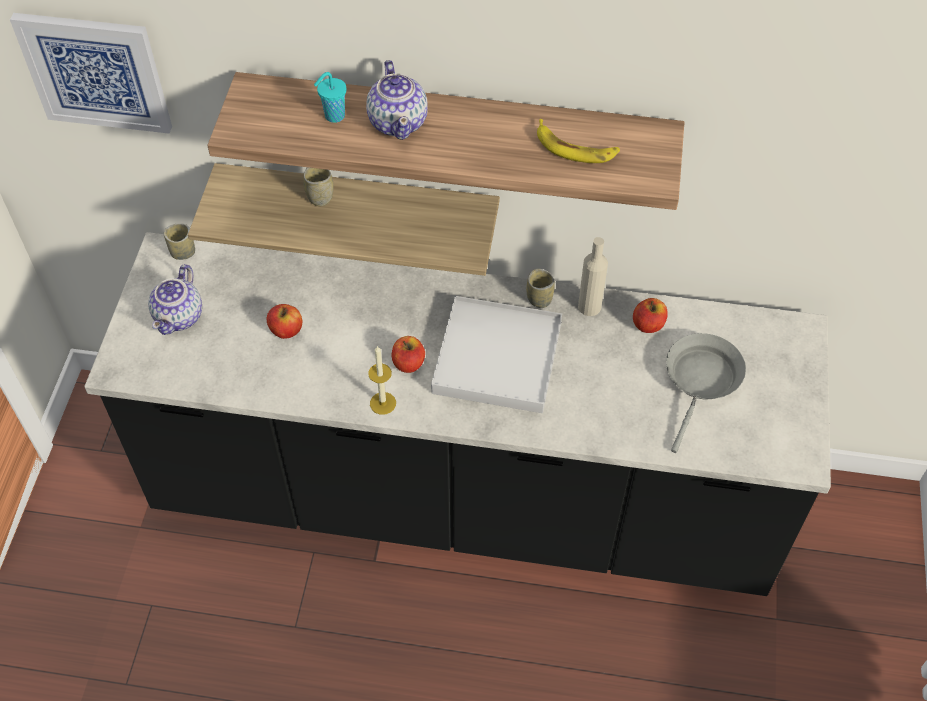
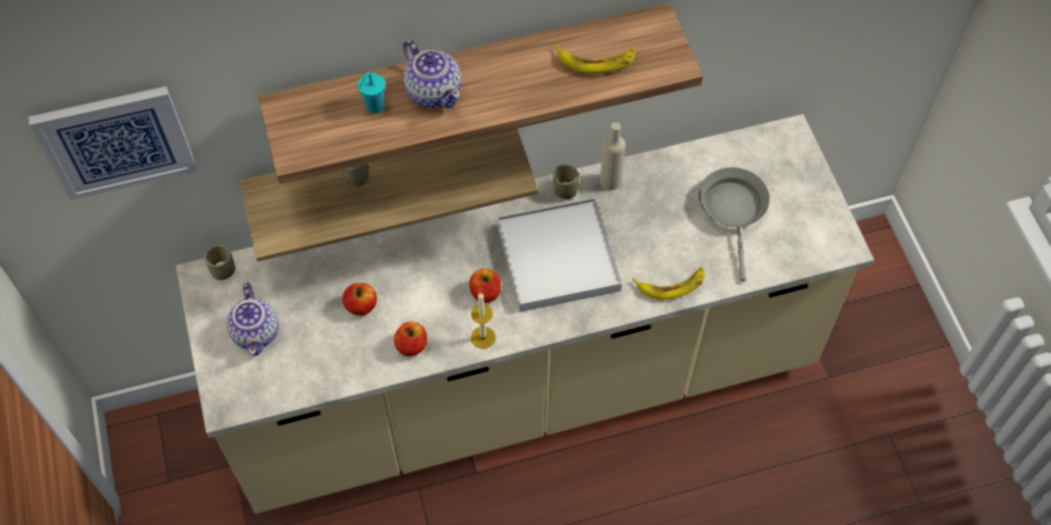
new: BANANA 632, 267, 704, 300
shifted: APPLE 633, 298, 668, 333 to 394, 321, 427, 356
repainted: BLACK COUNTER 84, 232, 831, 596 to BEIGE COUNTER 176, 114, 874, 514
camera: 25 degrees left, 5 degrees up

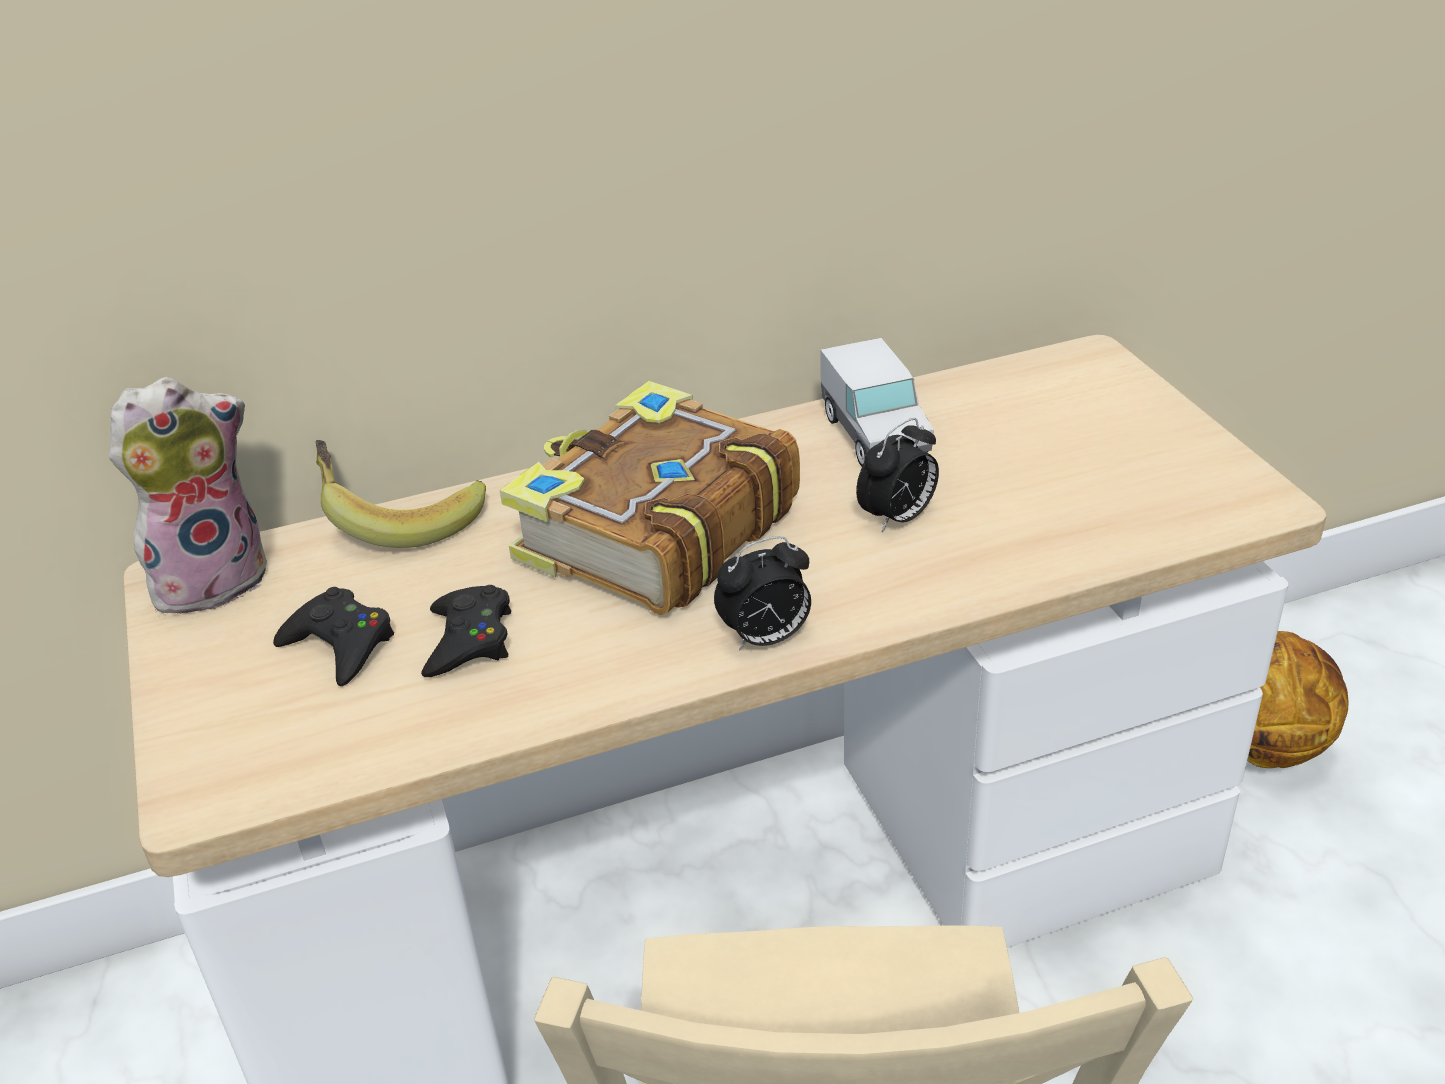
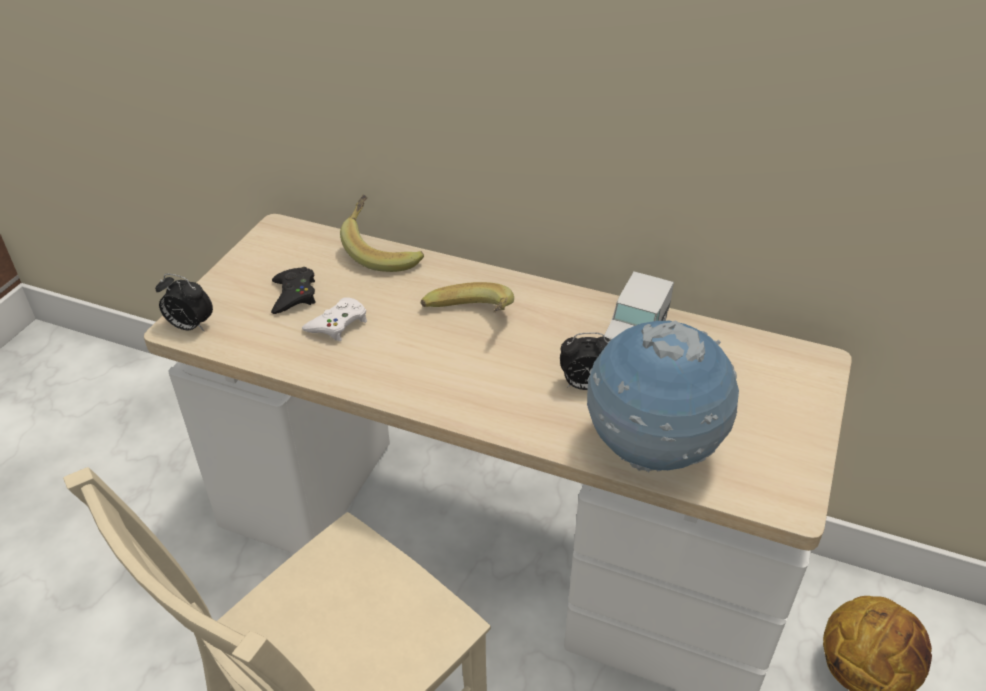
gone: PLUSH TOY 109, 377, 267, 618
new: GLOBE 587, 320, 739, 472
shifted: ALARM CLOCK 714, 536, 811, 651 to 155, 274, 213, 331
swapped: BOOK 500, 381, 800, 615 to BANANA 421, 282, 514, 313
repainted: BLACK GAME CONTROLLER 421, 585, 511, 677 to WHITE GAME CONTROLLER 302, 297, 367, 341
camera: 40 degrees right, 5 degrees up

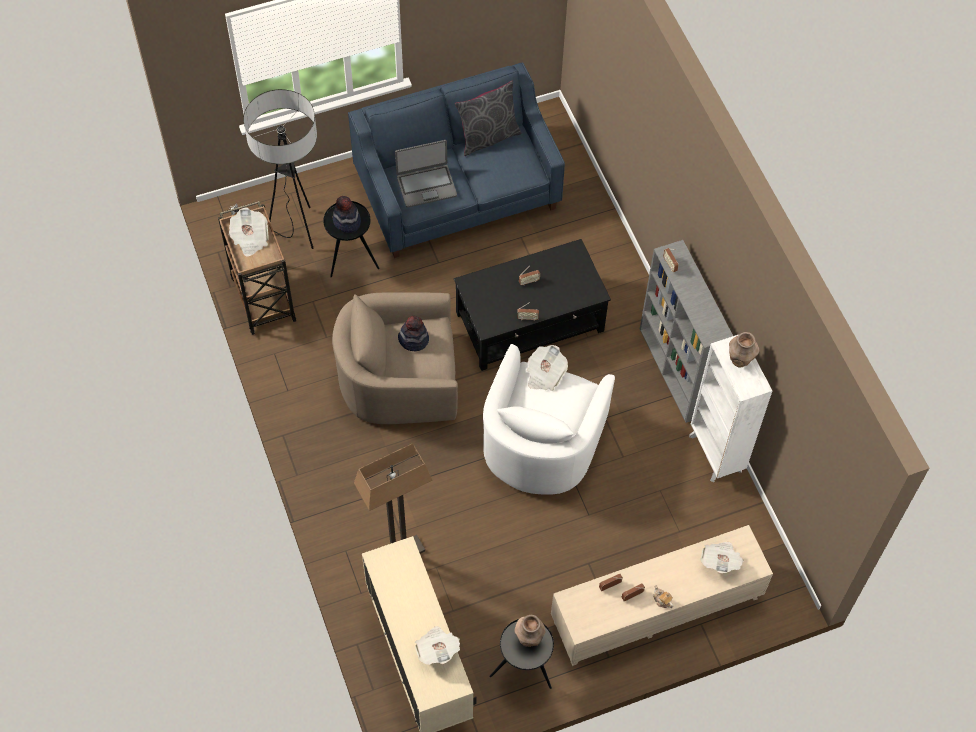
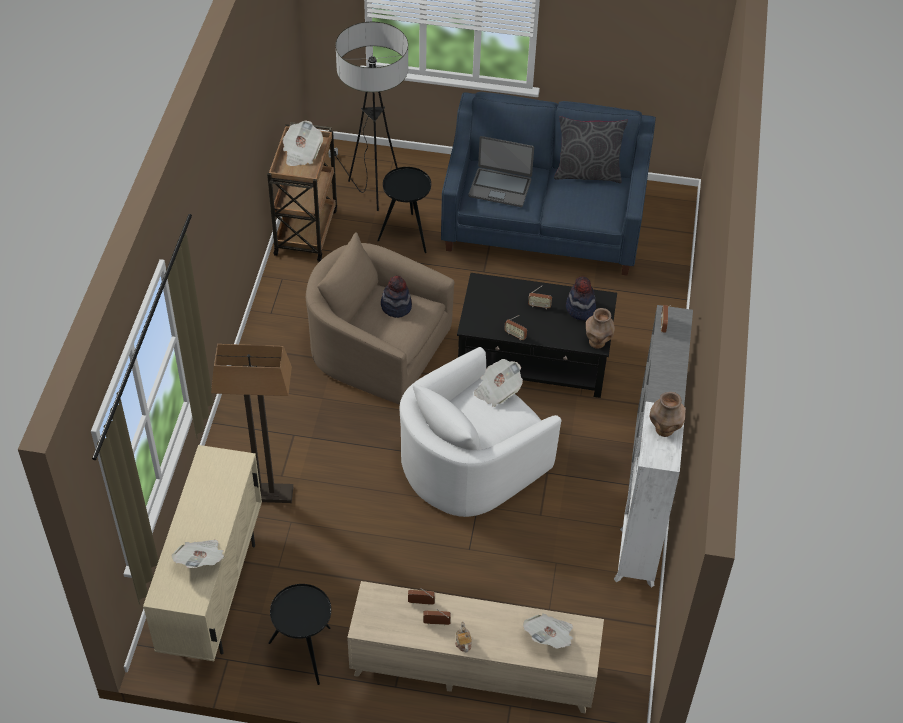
shifted: HAT 333, 196, 361, 233 to 566, 276, 596, 321; BROWN VASE 514, 615, 545, 647 to 586, 308, 615, 349
camera: 30 degrees right, 10 degrees down

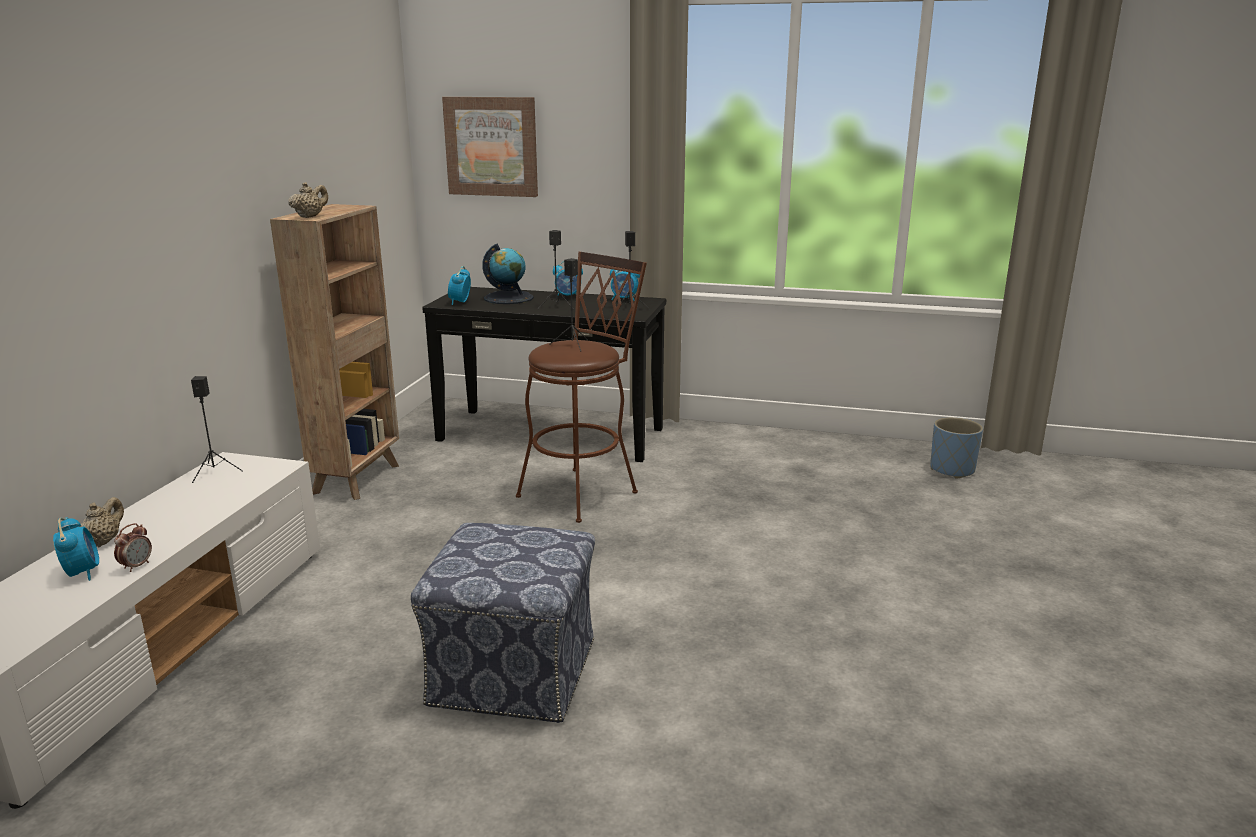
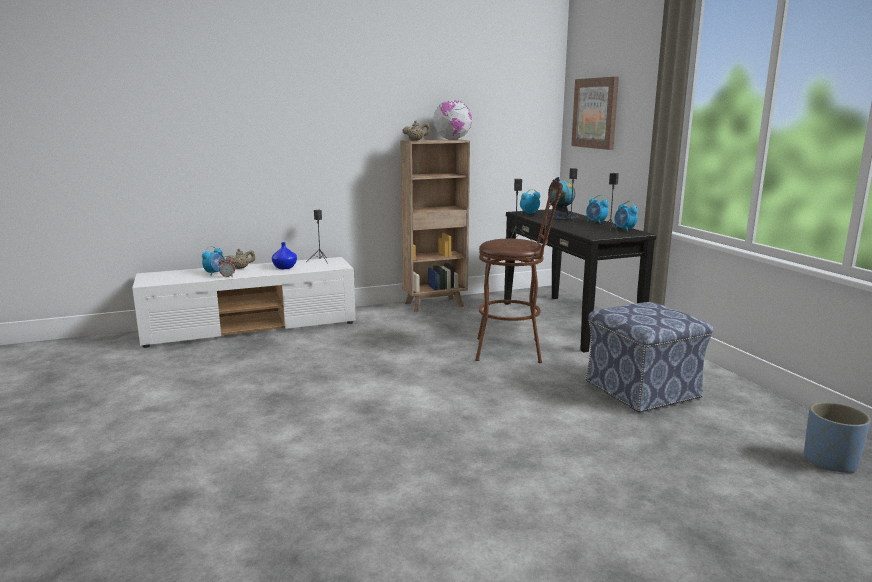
new: BLUE VASE 272, 242, 297, 269; GLOBE 434, 100, 472, 140
shifted: OTTOMAN 411, 523, 595, 723 to 585, 302, 713, 413
camera: 55 degrees right, 5 degrees down

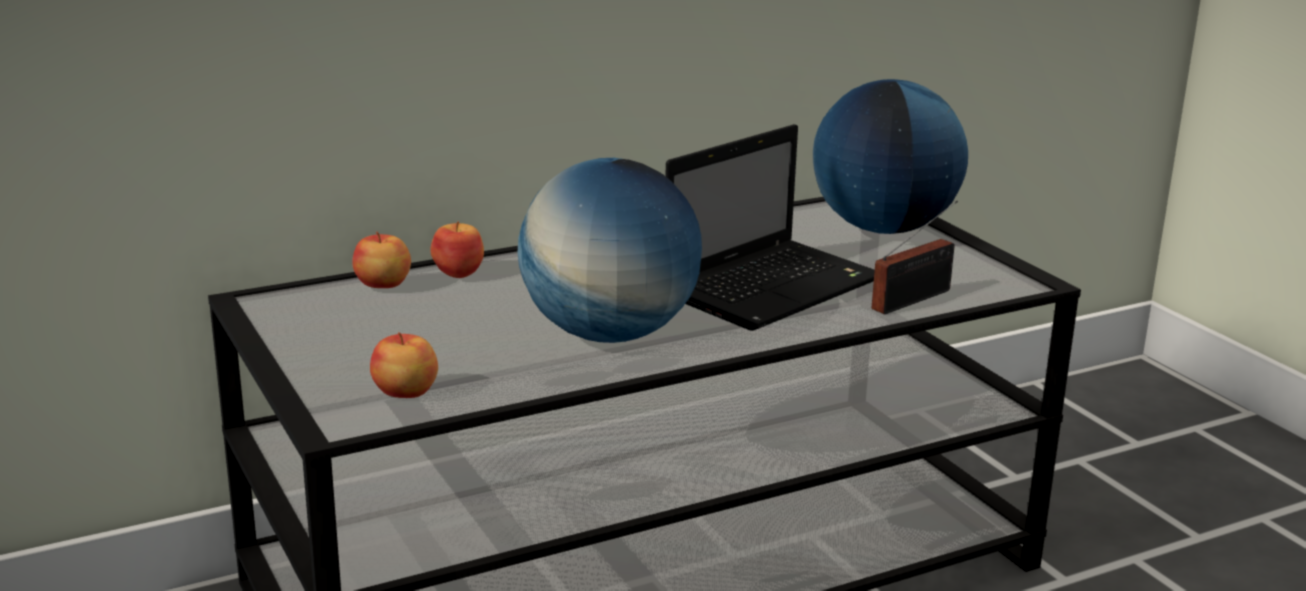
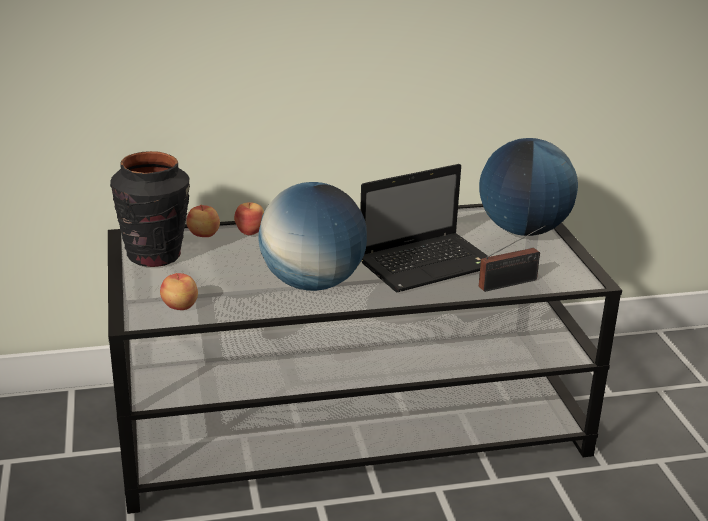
new: BLACK VASE 110, 151, 190, 267
camera: 15 degrees right, 5 degrees up

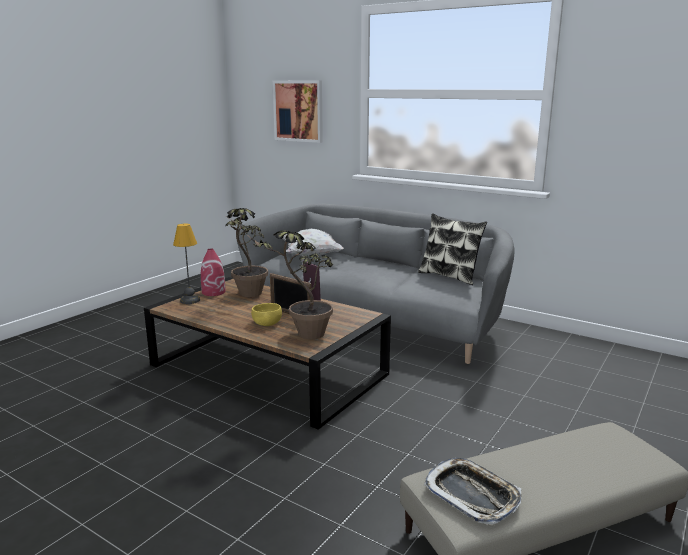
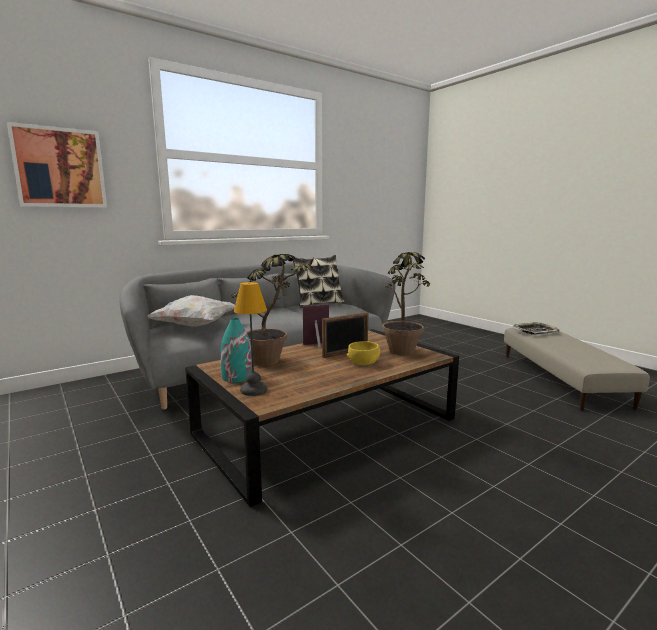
shifted: TRAY 424, 458, 521, 525 to 513, 322, 559, 335
repainted: RED VASE 201, 248, 226, 296 to TURQUOISE VASE 221, 318, 252, 383
camera: 70 degrees left, 5 degrees down

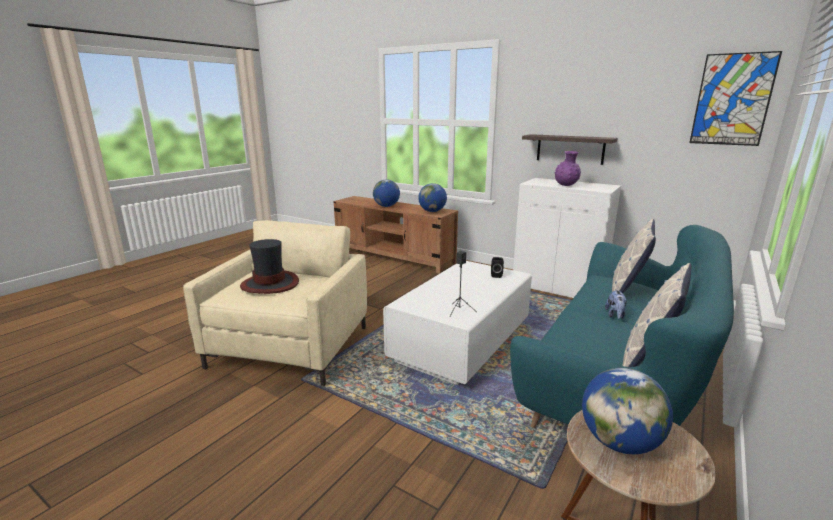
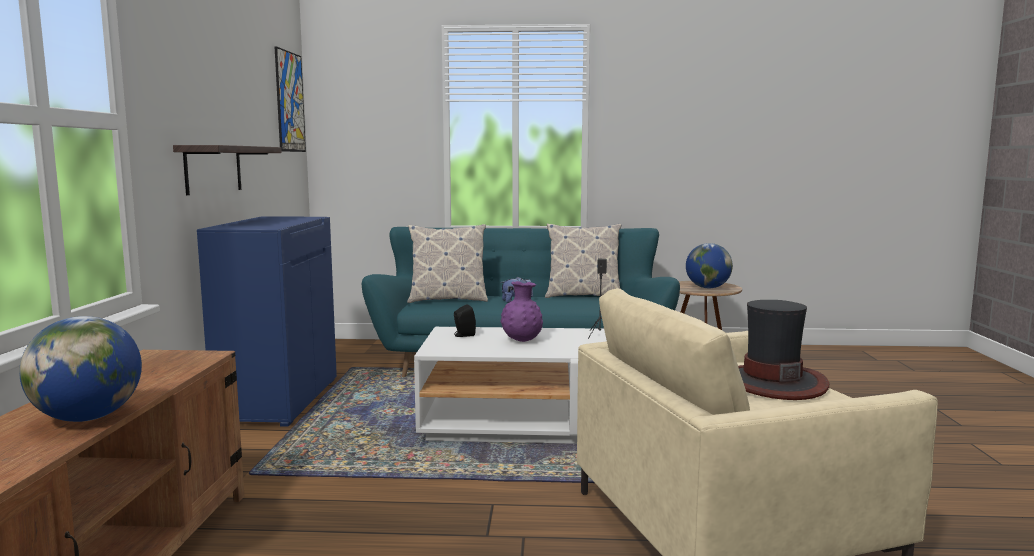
gone: GLOBE 418, 183, 447, 212
shifted: PURPLE VASE 555, 151, 581, 186 to 500, 281, 543, 342
repainted: WHITE CABINET 513, 178, 621, 298 to BLUE CABINET 197, 216, 337, 427
camera: 120 degrees left, 10 degrees down

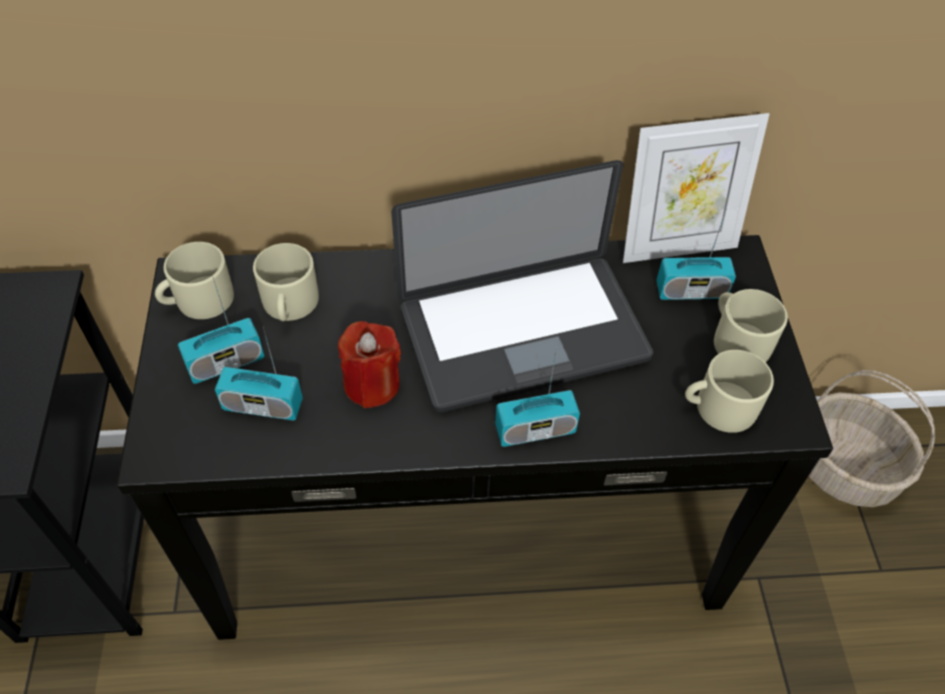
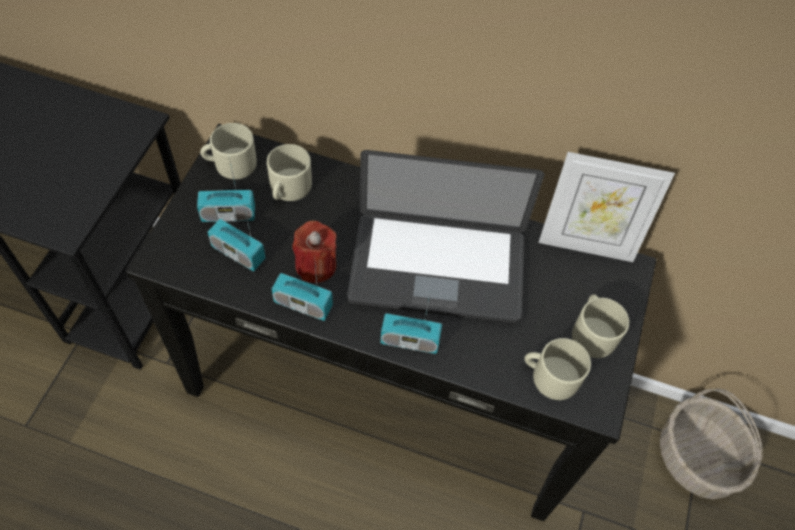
shifted: RADIO 656, 208, 736, 300 to 272, 255, 333, 321
camera: 20 degrees right, 5 degrees up

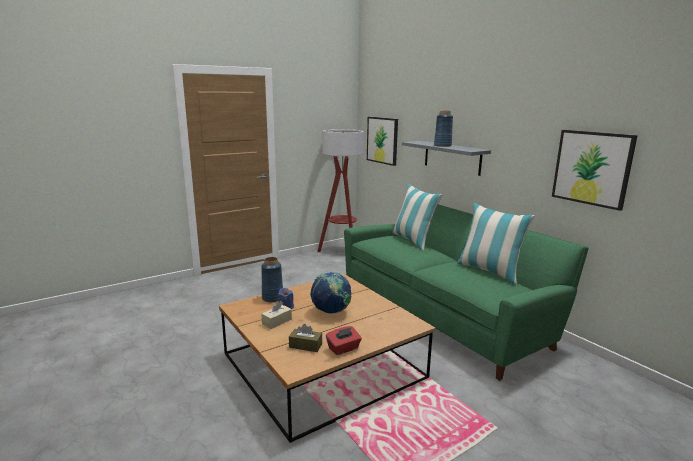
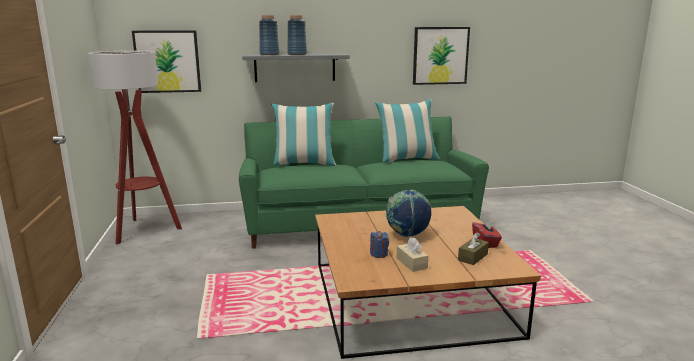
shifted: BLUE VASE 261, 257, 283, 302 to 259, 15, 279, 55
camera: 65 degrees left, 0 degrees up

